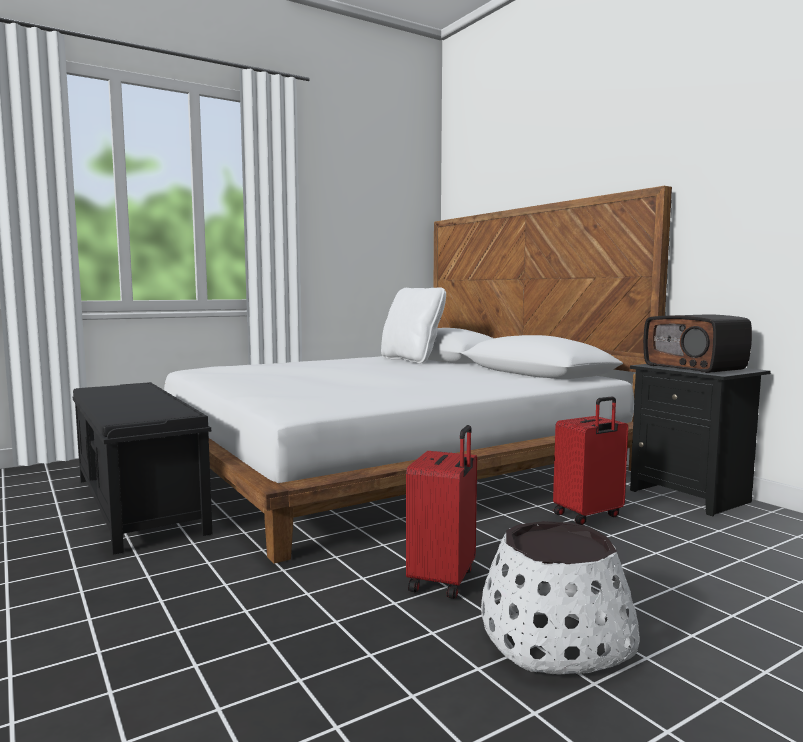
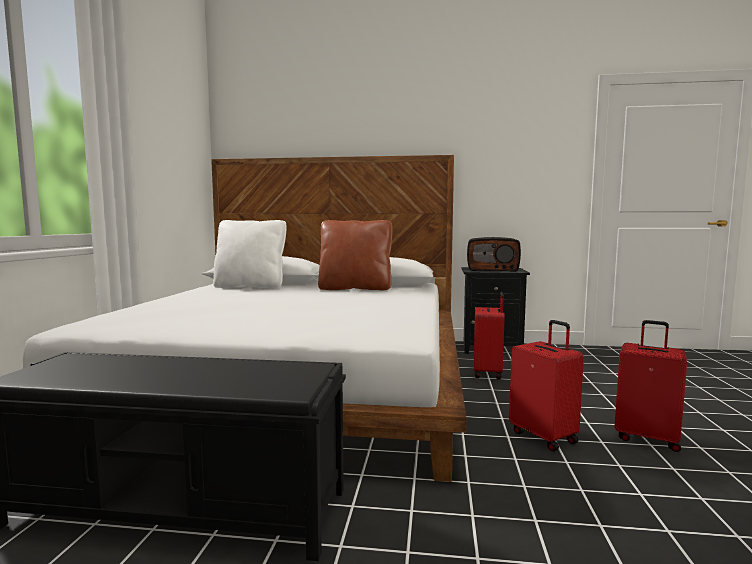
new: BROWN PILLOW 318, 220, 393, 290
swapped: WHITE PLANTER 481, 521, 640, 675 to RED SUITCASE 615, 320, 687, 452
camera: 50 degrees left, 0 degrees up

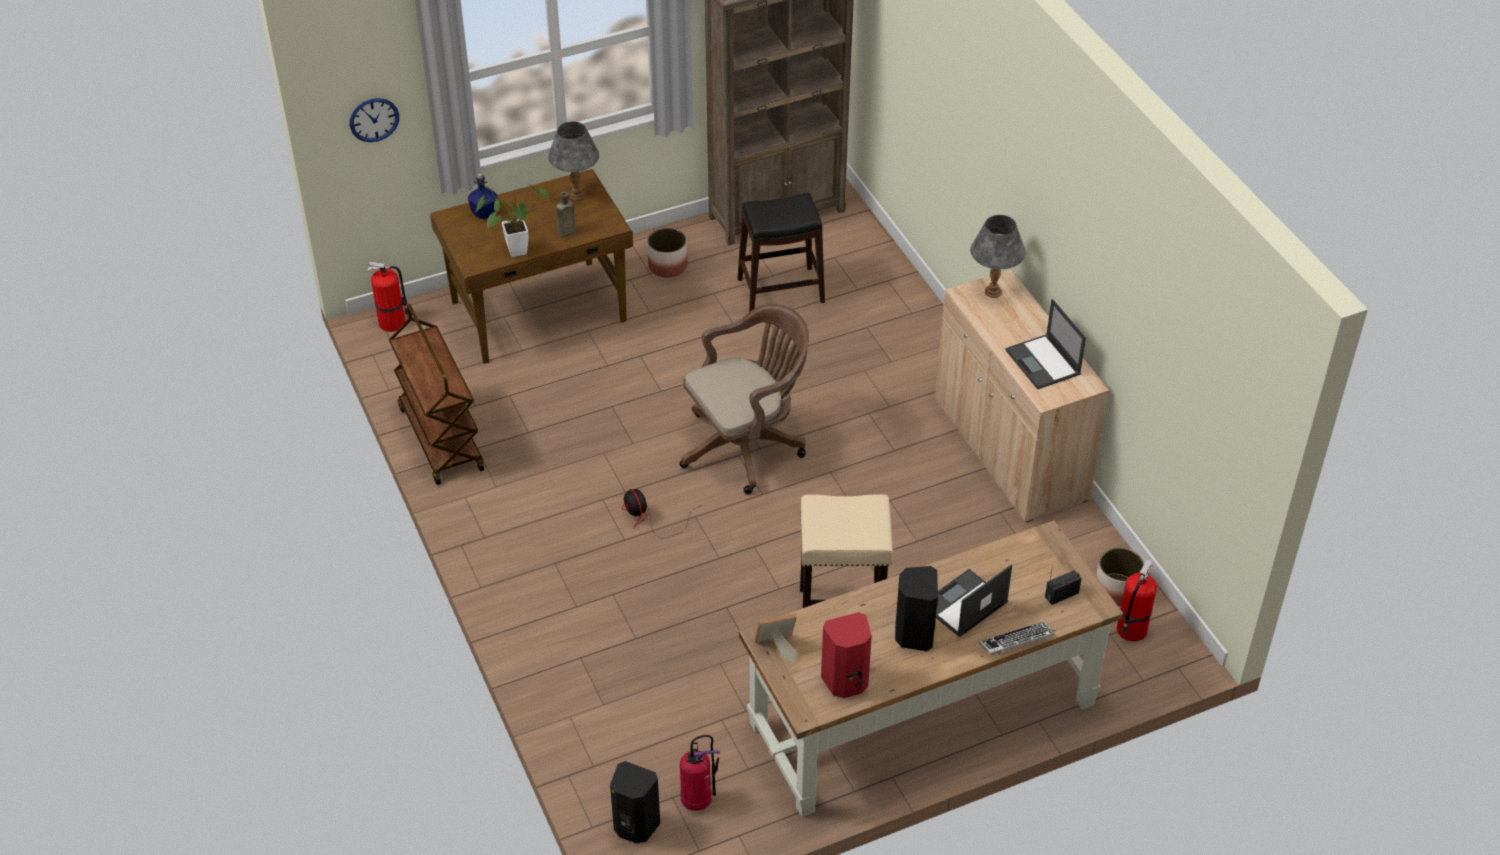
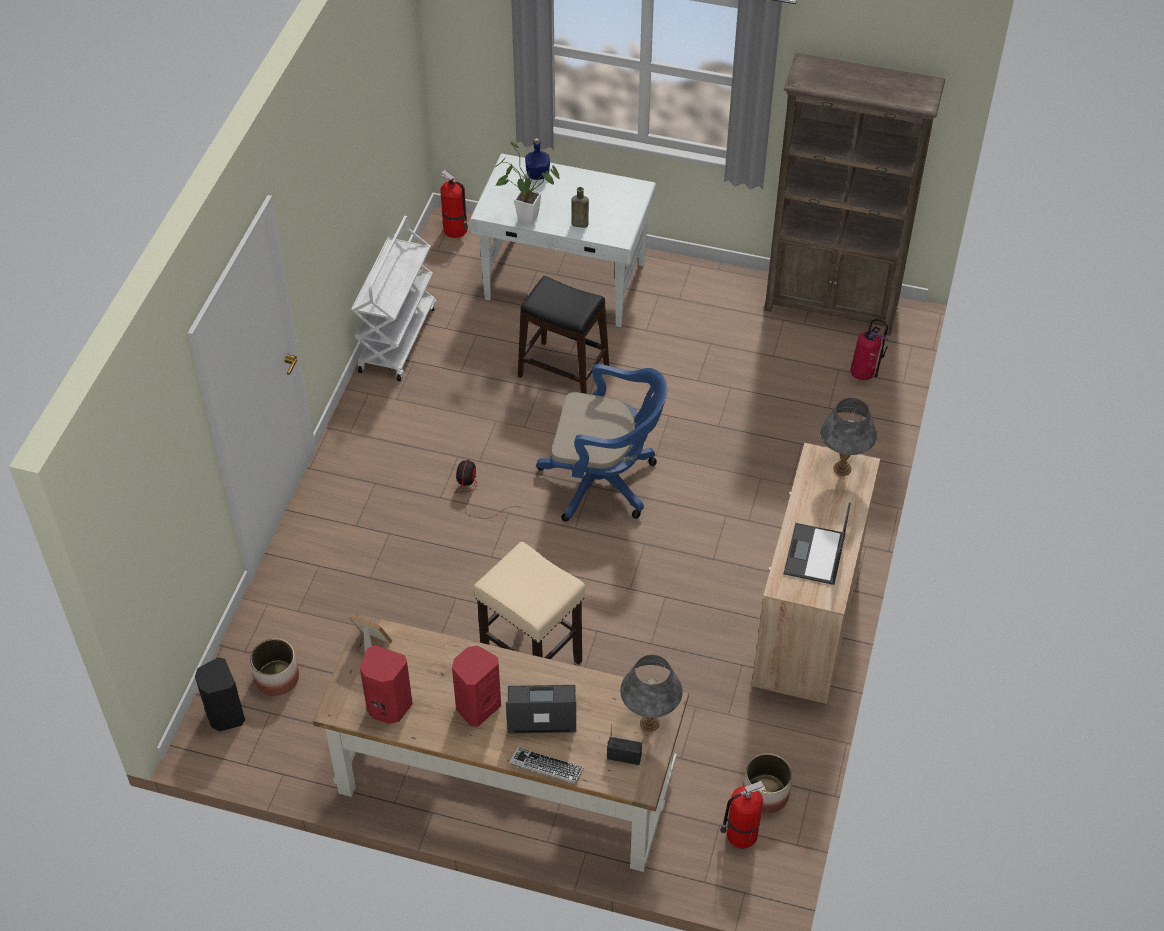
gone: WALL CLOCK 350, 98, 399, 142
shifted: GREY TABLE LAMP 548, 121, 599, 201 to 620, 655, 683, 732; PLANTER 648, 228, 687, 277 to 250, 638, 299, 696; FIRE EXTINGUISHER 680, 735, 720, 811 to 850, 319, 889, 380; BLACK STOOL 738, 193, 825, 312 to 518, 276, 609, 394
repainted: BROWN CART 389, 304, 484, 485 to WHITE CART 351, 216, 436, 381; BROWN DESK 430, 169, 633, 364 to WHITE DESK 470, 154, 656, 327; BROWN OFFICE CHAIR 680, 304, 809, 494 to BLUE OFFICE CHAIR 536, 364, 667, 522; BLACK SPEAKER 895, 566, 938, 651 to RED SPEAKER 452, 645, 501, 726
camera: 40 degrees right, 5 degrees up

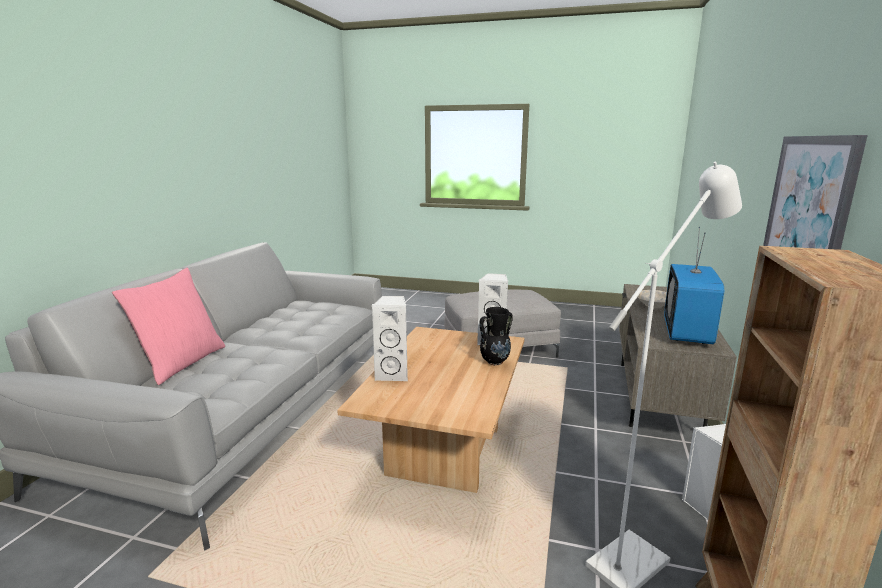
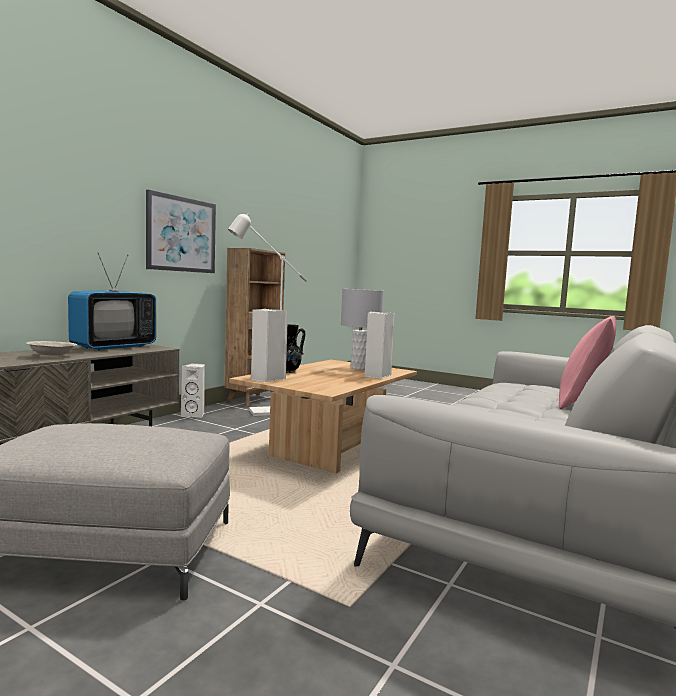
new: GREY TABLE LAMP 341, 289, 383, 370
camera: 165 degrees left, 10 degrees down

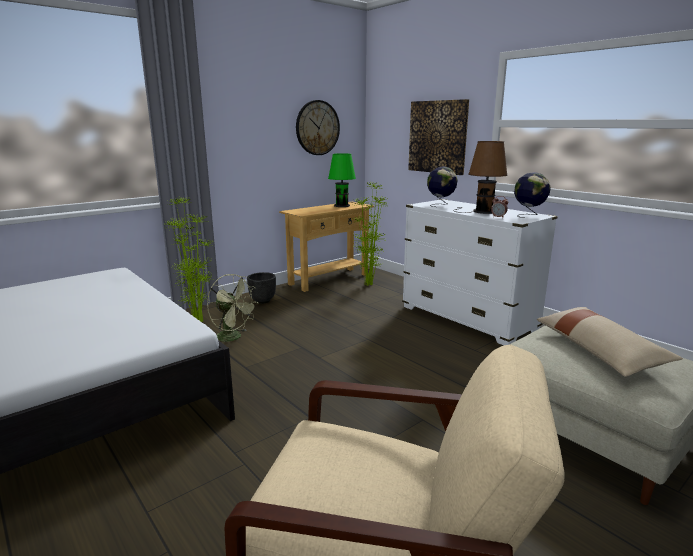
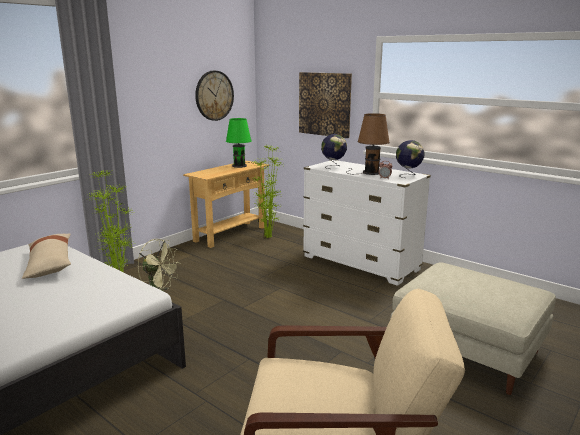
gone: BLACK PLANTER 247, 272, 276, 304
shifted: BEIGE PILLOW 537, 307, 683, 377 to 22, 233, 71, 279
camera: 10 degrees left, 0 degrees up

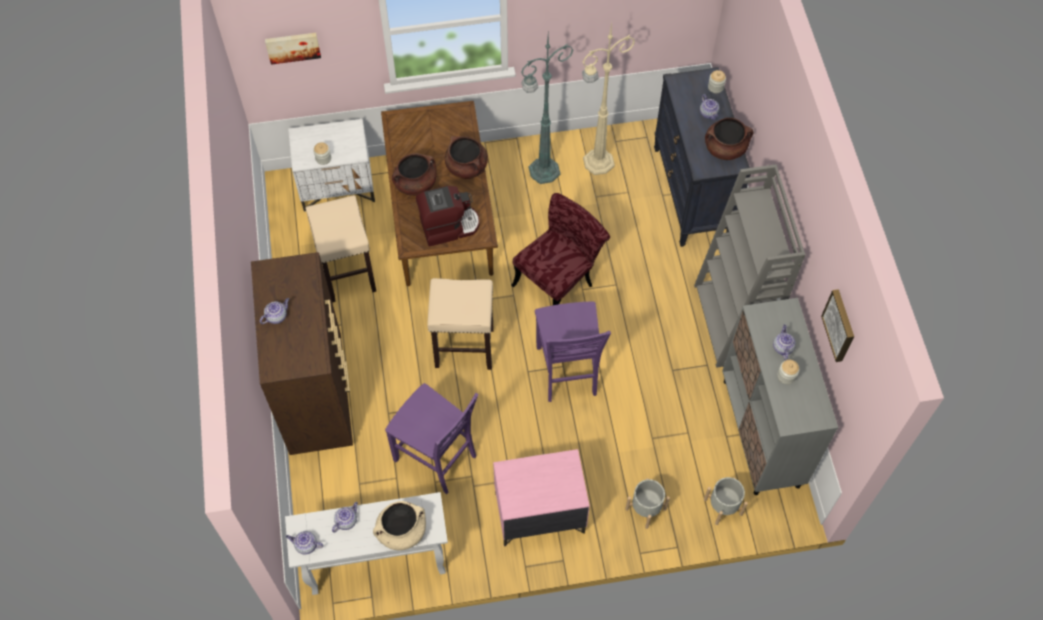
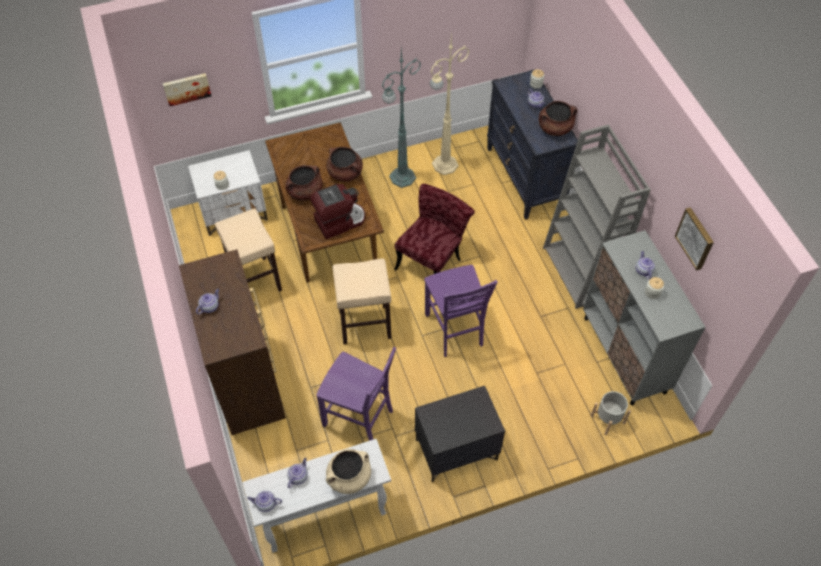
gone: GREY PLANTER 625, 478, 670, 529
repainted: PINK NIGHTSTAND 493, 449, 590, 546 to BLACK NIGHTSTAND 415, 386, 505, 482
camera: 10 degrees left, 5 degrees down

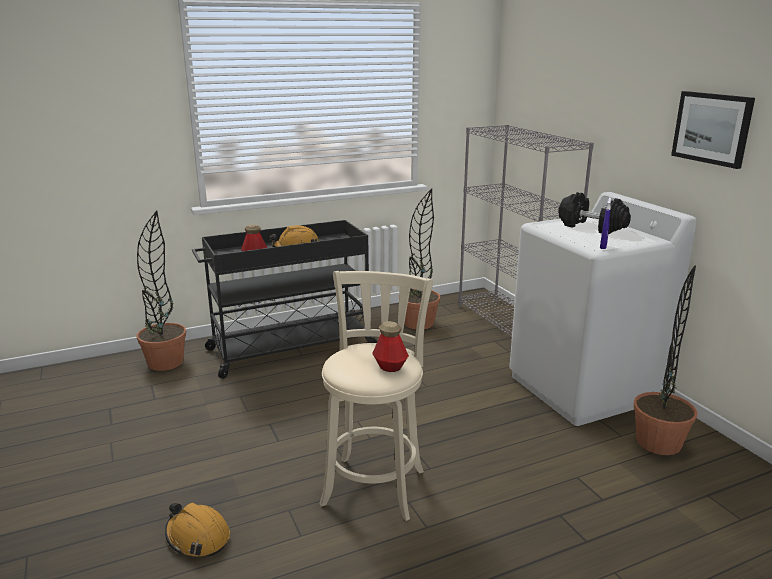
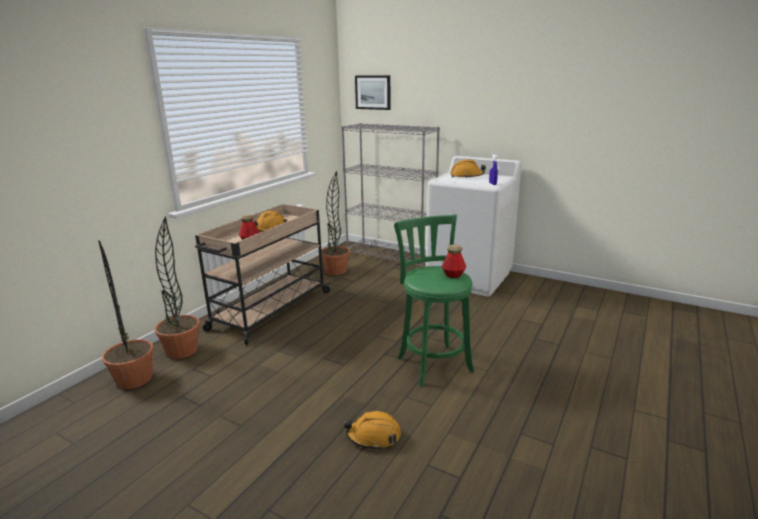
shifted: POTTED PLANT 634, 265, 697, 455 to 98, 240, 153, 389; PICTURE 671, 91, 755, 169 to 355, 75, 391, 110
swapped: BLACK DUMBBELL 558, 192, 631, 235 to ORANGE HARD HAT 450, 160, 486, 178
repainted: BLACK CART 192, 220, 377, 379 to BEIGE CART 195, 204, 331, 345; BEIGE STOOL 319, 271, 433, 521 to GREEN STOOL 394, 214, 475, 387
camera: 35 degrees left, 0 degrees up

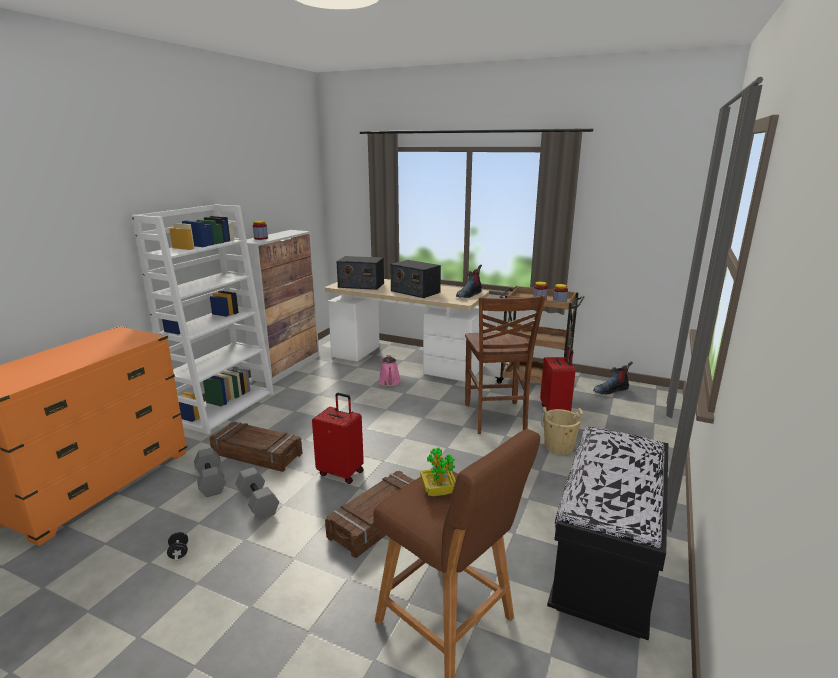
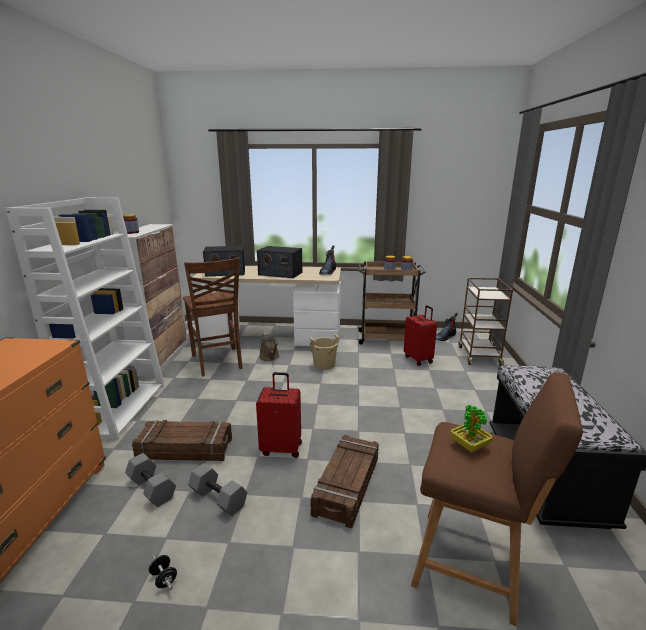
new: BROWN CART 458, 278, 513, 366
shifted: BROWN CHAIR 465, 295, 545, 434 to 183, 257, 243, 377; BEIGE BUCKET 541, 407, 583, 455 to 310, 334, 339, 370
repainted: PINK WATERING CAN 379, 355, 401, 386 to BROWN WATERING CAN 259, 333, 279, 361
camera: 20 degrees left, 0 degrees up

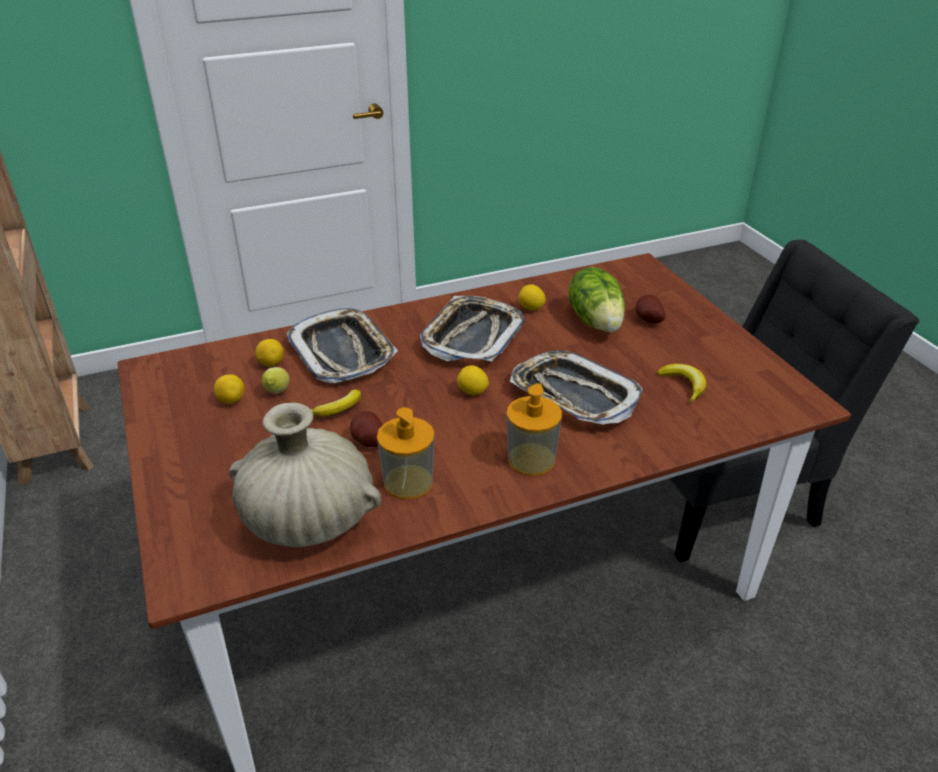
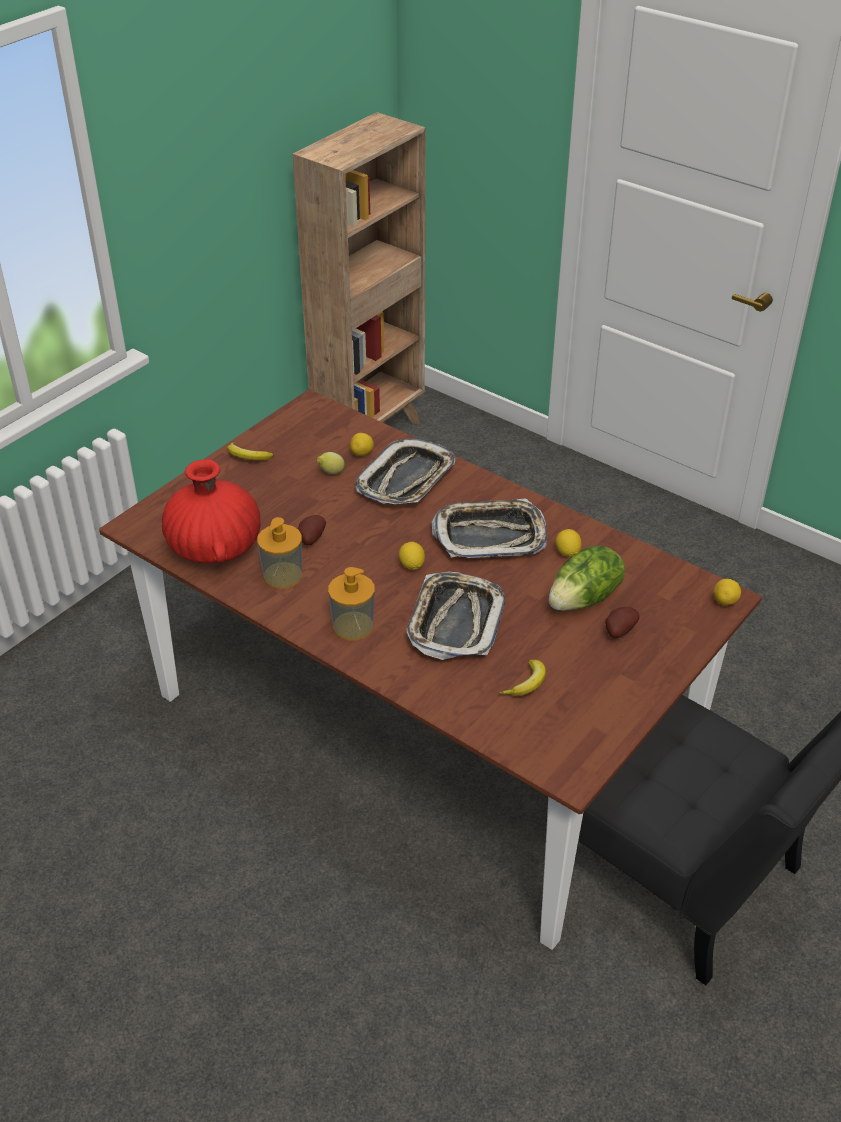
shifted: LEMON 214, 374, 245, 404 to 714, 579, 741, 605; BANANA 311, 389, 361, 416 to 227, 443, 273, 461
repainted: BEIGE VASE 229, 403, 381, 547 to RED VASE 162, 459, 261, 563
camera: 60 degrees right, 5 degrees up

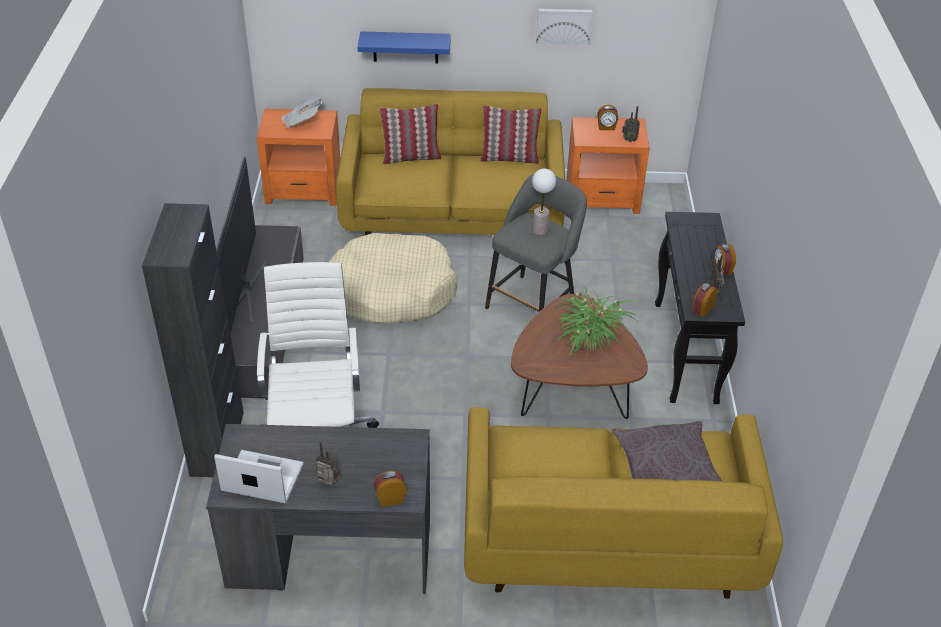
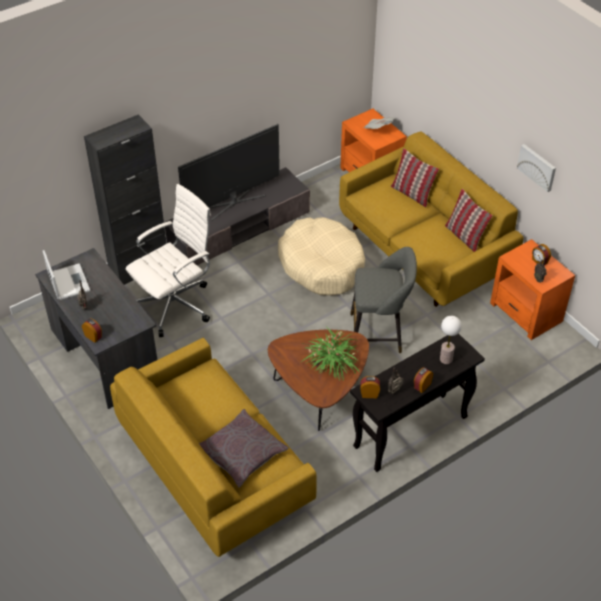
gone: BLUE SHELF 357, 31, 451, 63
shifted: TABLE LAMP 532, 169, 556, 235 to 440, 316, 462, 364
camera: 55 degrees right, 5 degrees up

